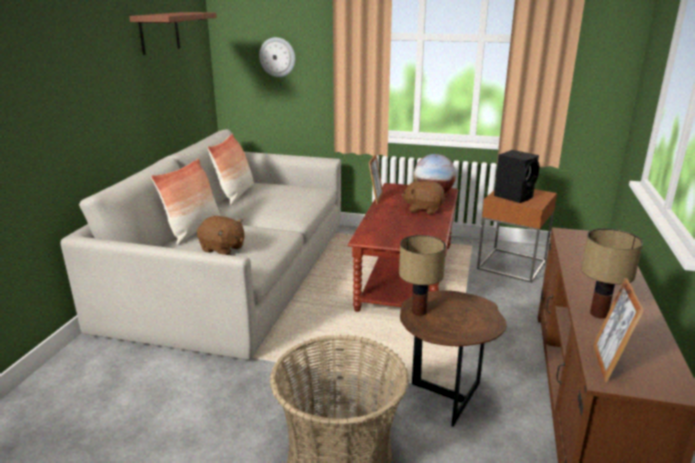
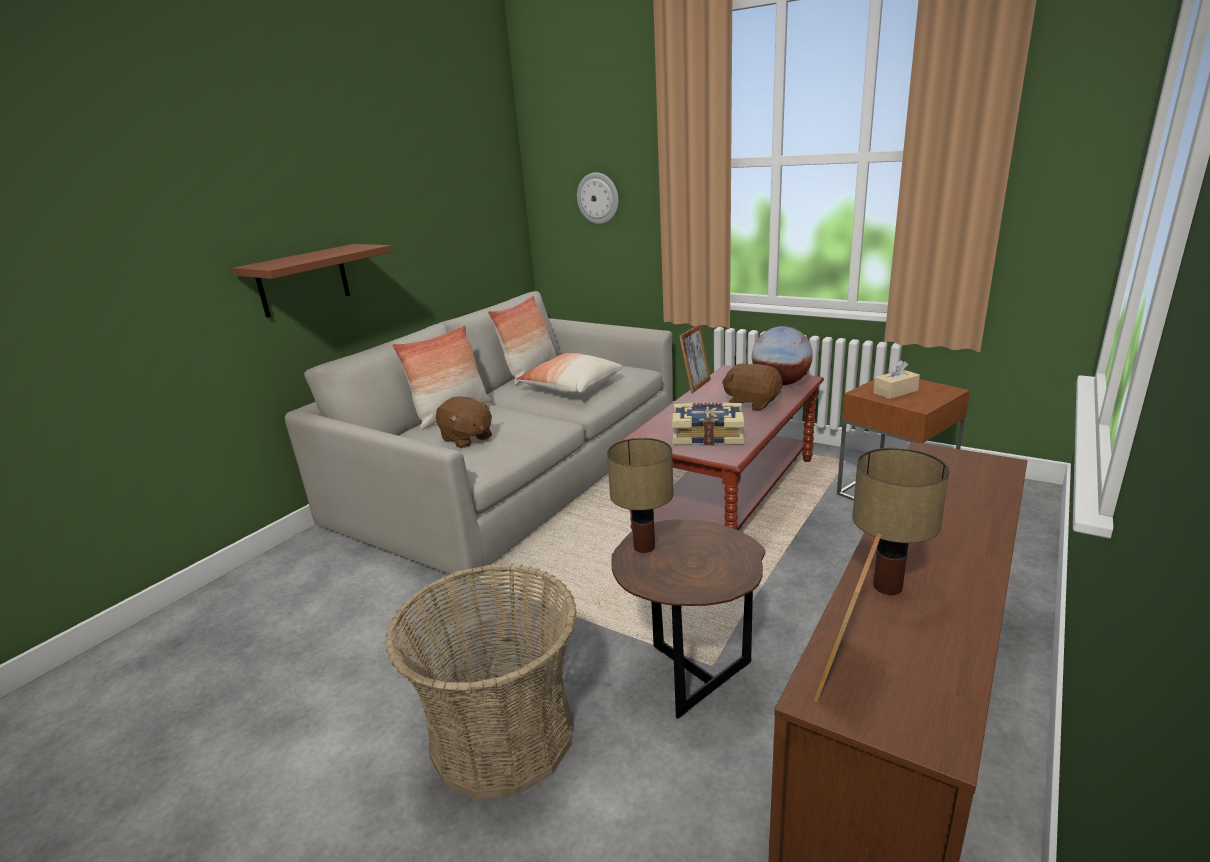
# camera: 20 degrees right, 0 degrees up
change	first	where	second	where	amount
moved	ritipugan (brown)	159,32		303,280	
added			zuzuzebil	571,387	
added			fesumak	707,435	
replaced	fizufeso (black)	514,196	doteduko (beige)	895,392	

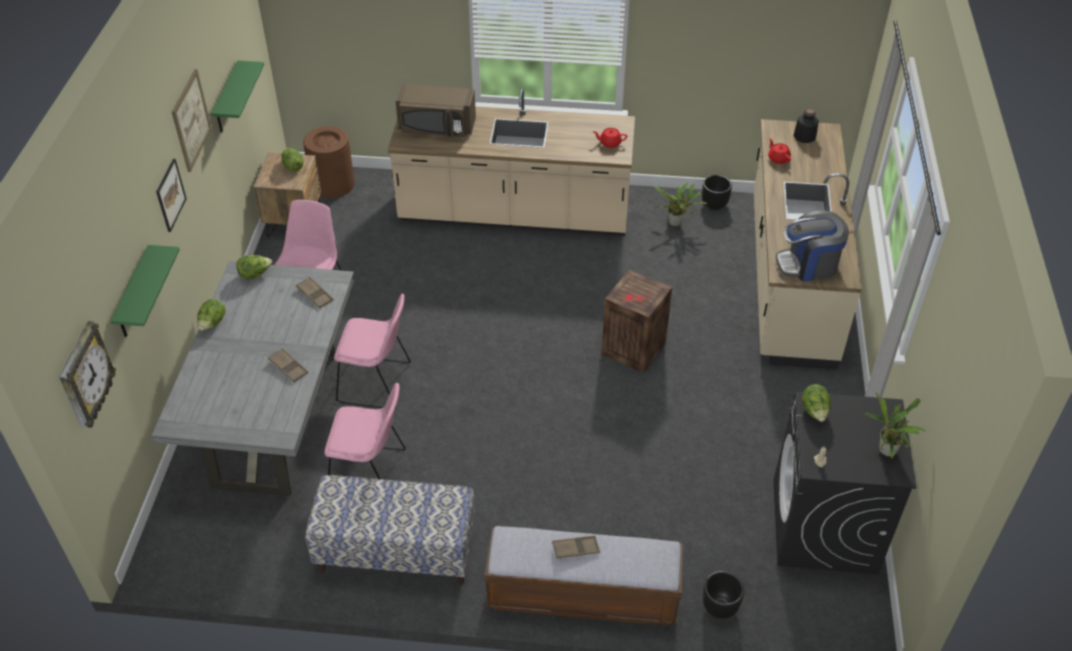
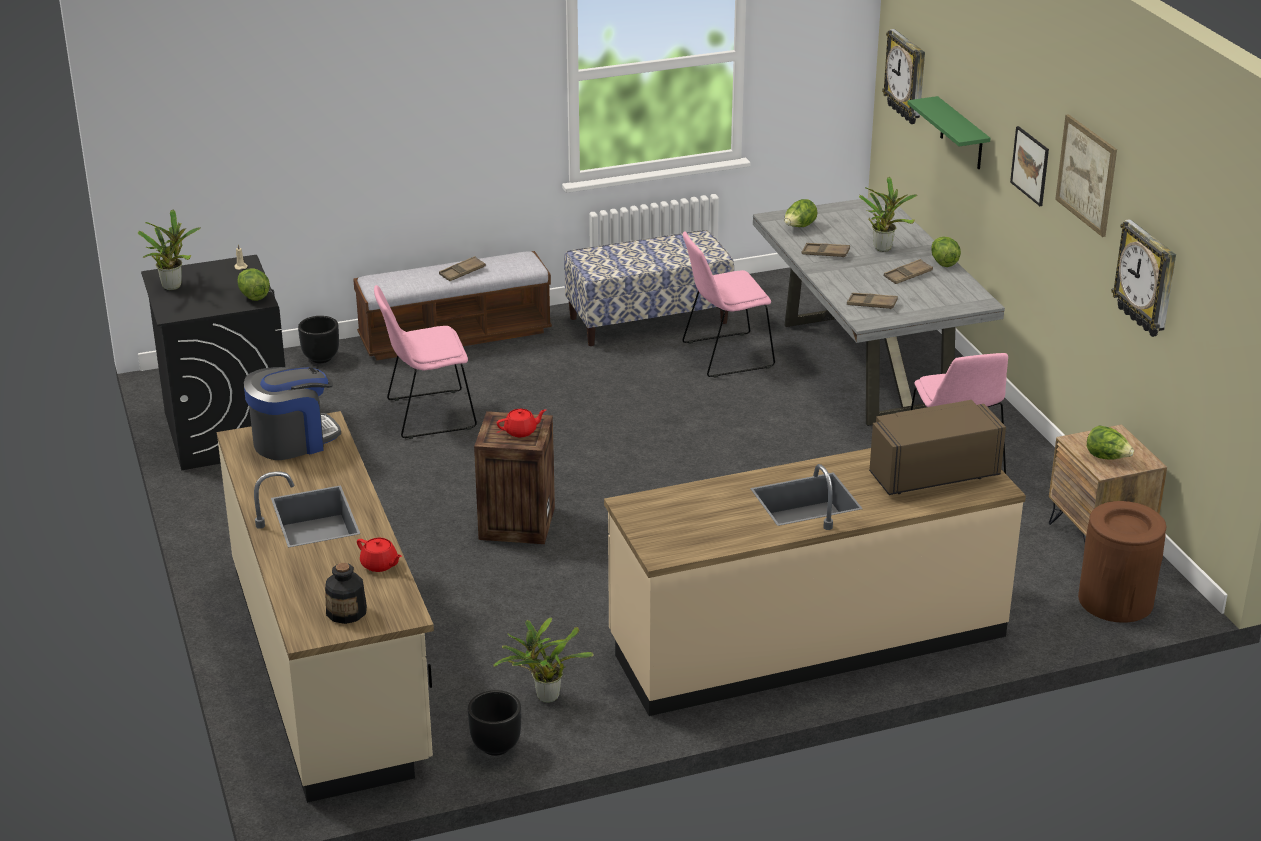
# camera: 155 degrees right, 15 degrees down
change	first	where	second	where	amount
moved	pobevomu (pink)	377,383		427,415	
moved	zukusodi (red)	609,143		521,431	
moved	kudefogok	255,274		799,227	
added			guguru	883,247	
added			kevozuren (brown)	908,275	
replaced	ritipugan (green)	227,99	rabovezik	1147,279	

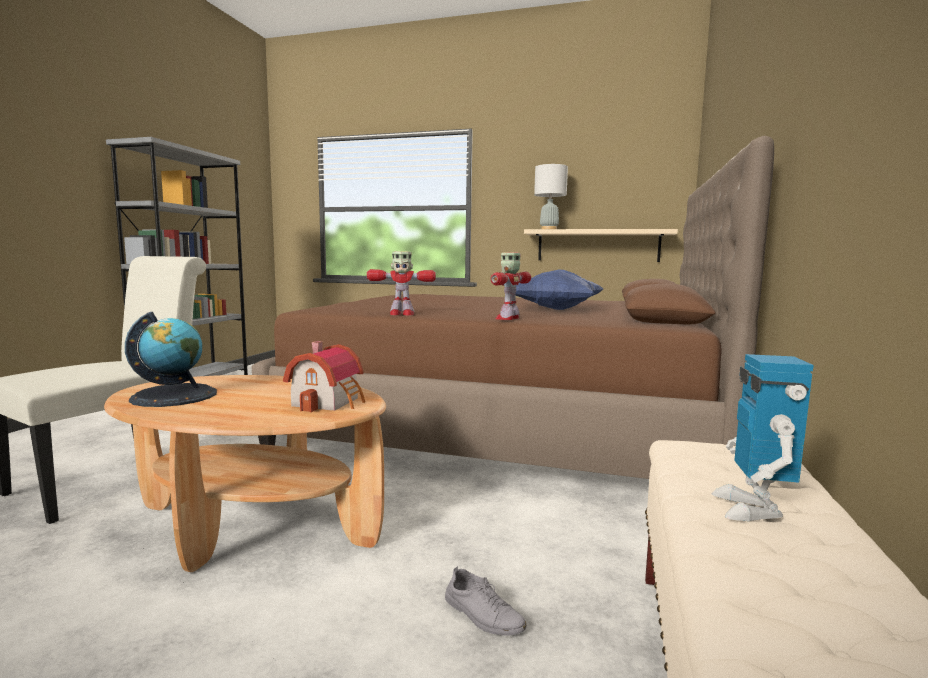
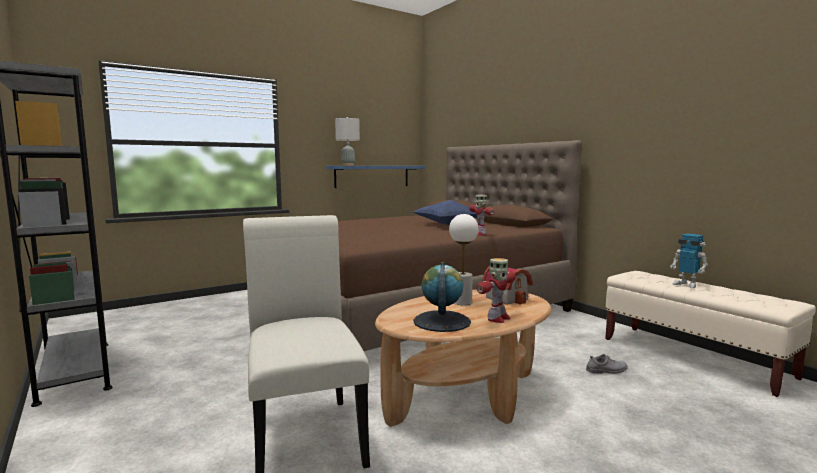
# camera: 50 degrees left, 0 degrees up
change	first	where	second	where	amount
recoloured	ritipugan (beige)	598,246	ritipugan (blue)	372,176	
added			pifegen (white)	462,302	
moved	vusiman	401,314		497,319	

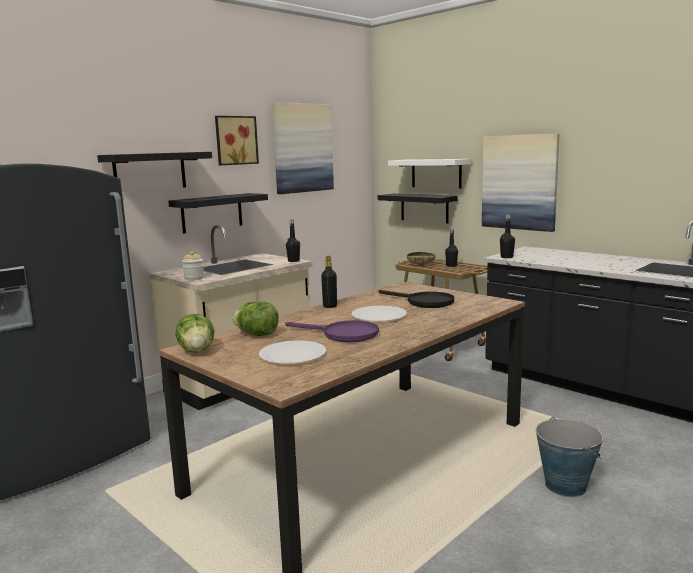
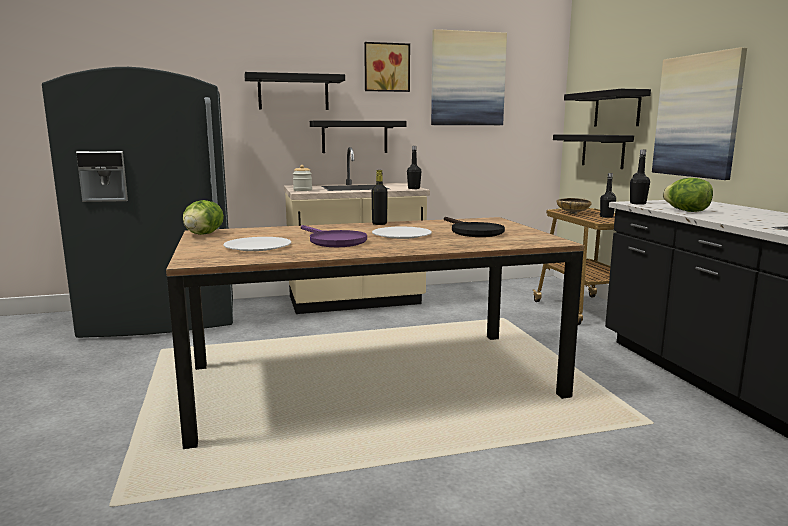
# camera: 30 degrees right, 0 degrees up
change	first	where	second	where	amount
recoloured	ritipugan (white)	436,173	ritipugan (black)	617,109	
moved	kudefogok	257,335		686,211	
removed	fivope	565,485			

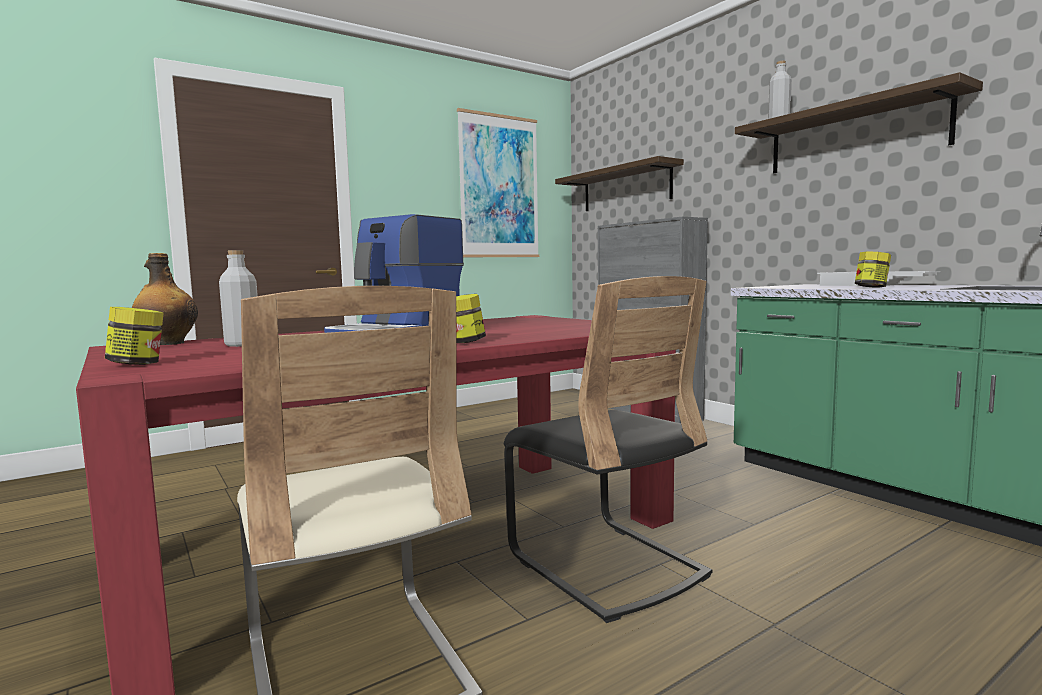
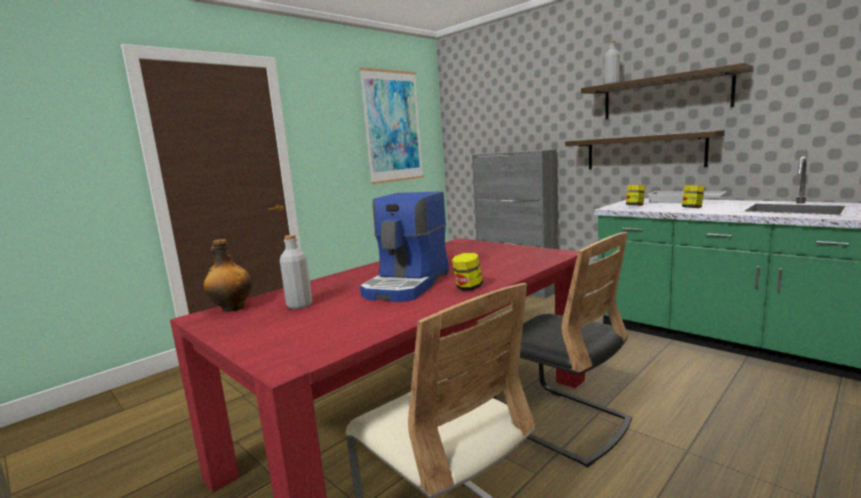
# camera: 10 degrees left, 5 degrees up
change	first	where	second	where	amount
moved	ritipugan	626,188		643,152	
moved	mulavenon	137,364		635,206	

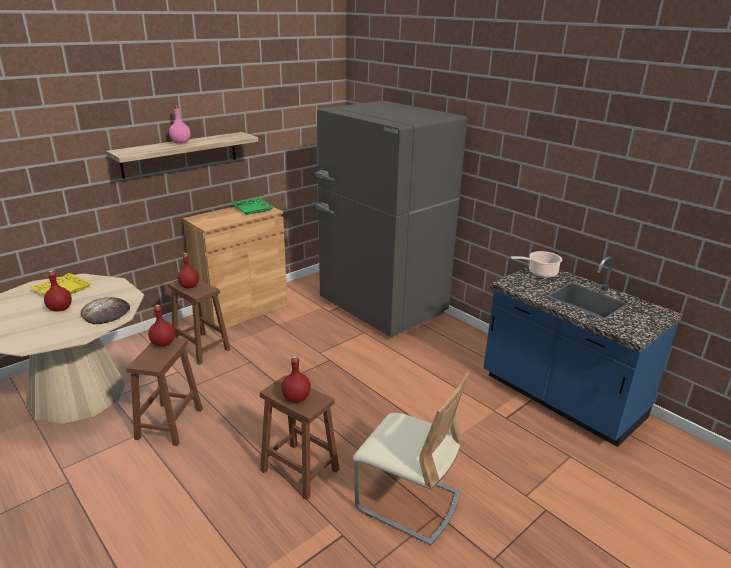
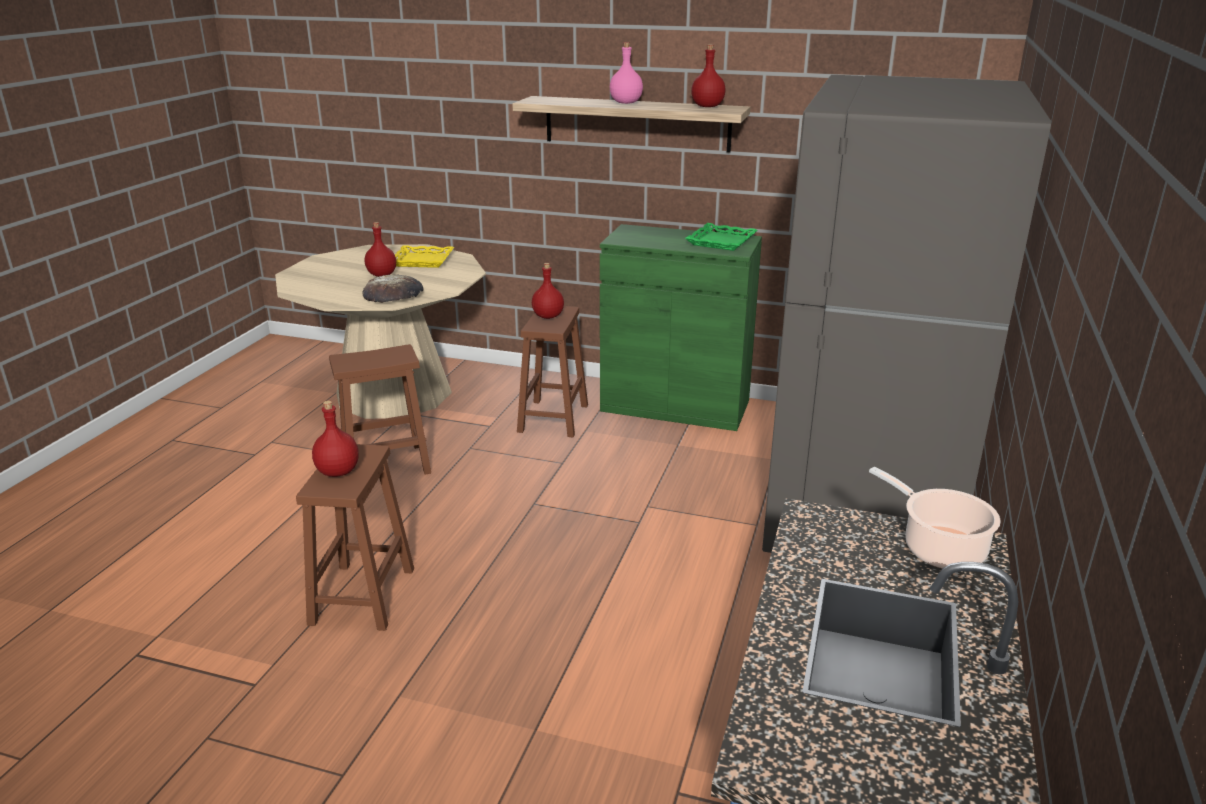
# camera: 60 degrees right, 0 degrees up
change	first	where	second	where	amount
recoloured	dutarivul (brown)	242,310	dutarivul (green)	675,406	
moved	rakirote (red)	163,343		706,106	
removed	pobevomu (beige)	408,501			

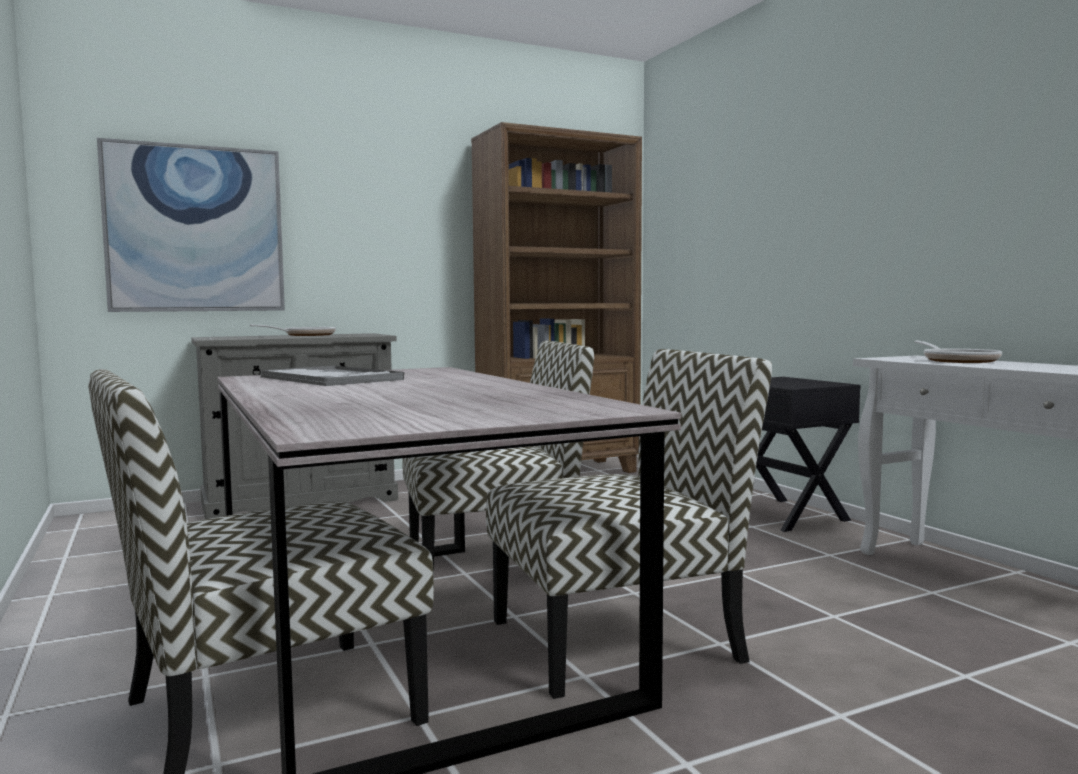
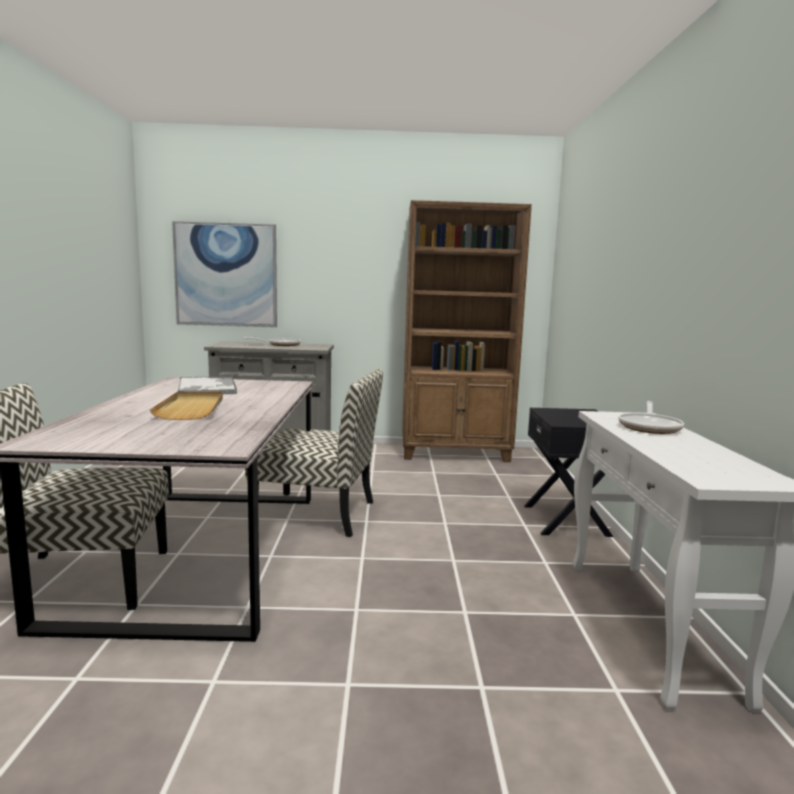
# camera: 25 degrees right, 5 degrees up
change	first	where	second	where	amount
added			kevozuren (beige)	191,408	
removed	pobevomu	618,639			

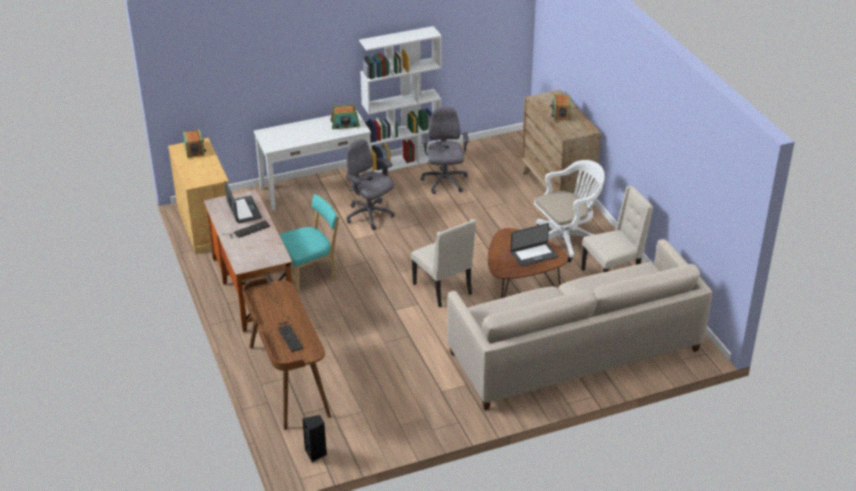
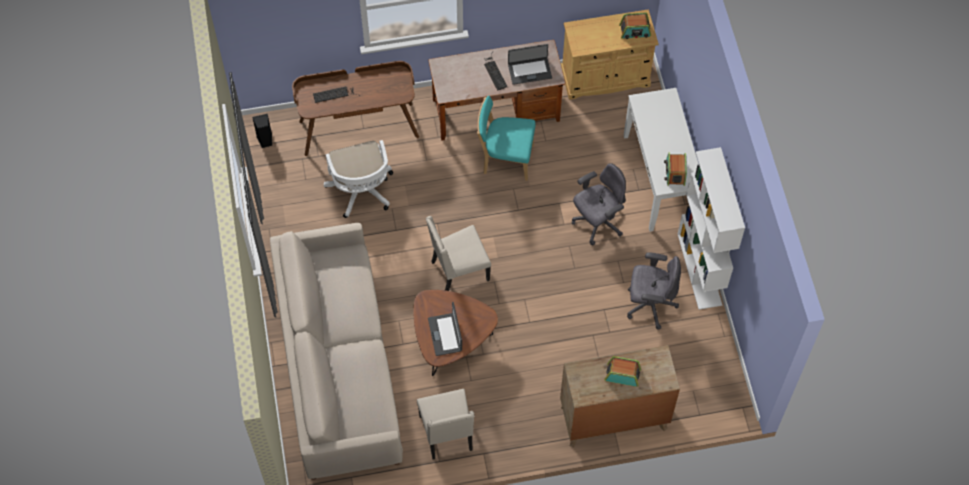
# camera: 100 degrees right, 25 degrees up
change	first	where	second	where	amount
moved	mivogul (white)	566,240		361,192	
turned	pobevomu (turquoise)	310,275		505,159	120 degrees clockwise

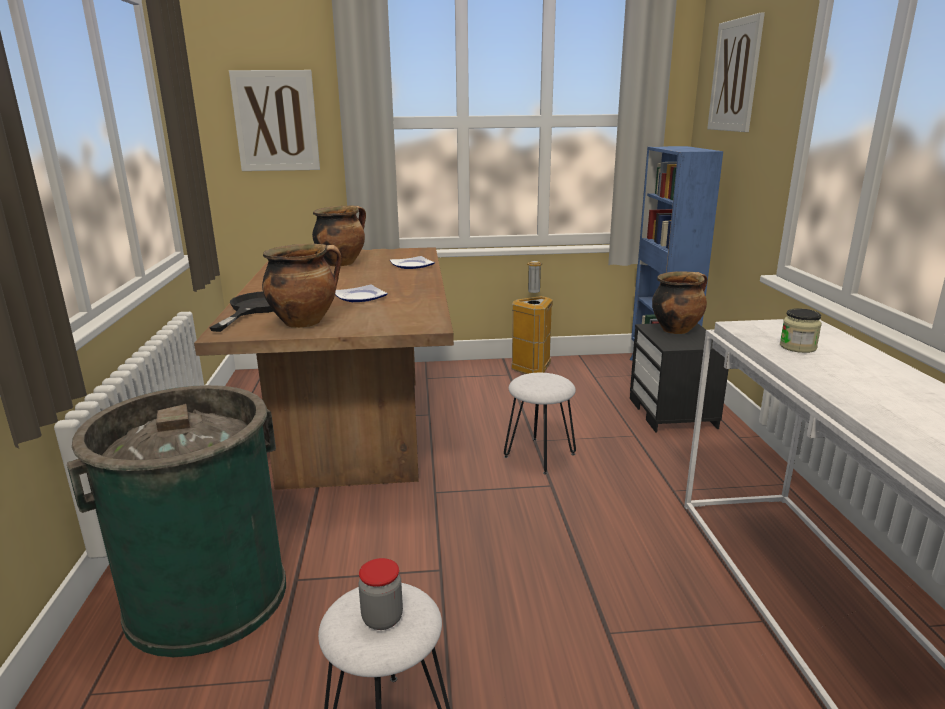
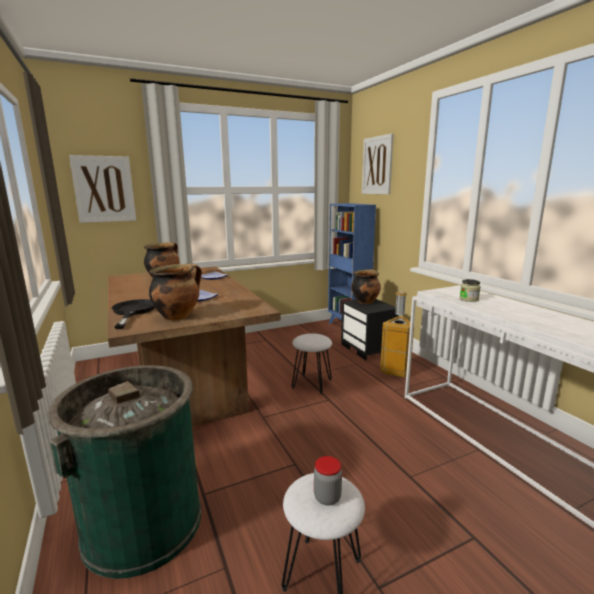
# camera: 20 degrees left, 5 degrees down
change	first	where	second	where	amount
moved	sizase	533,369		396,371	

